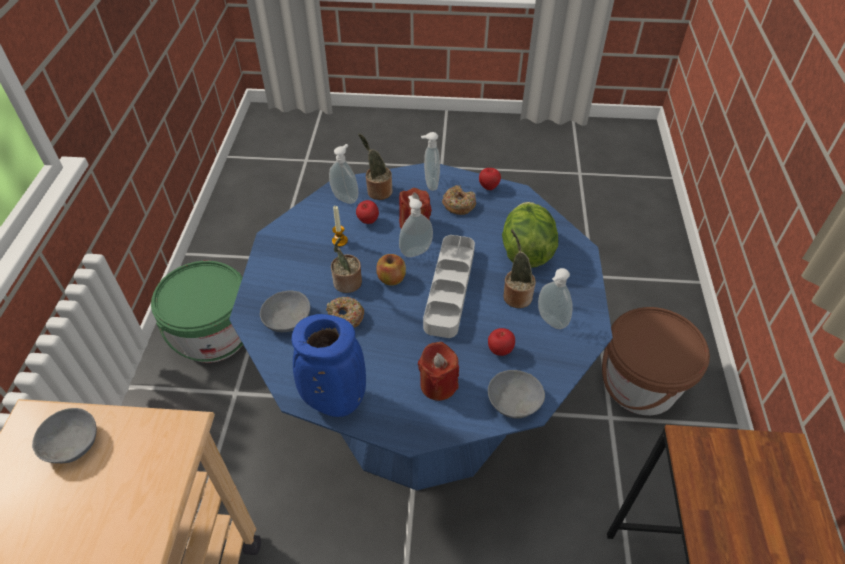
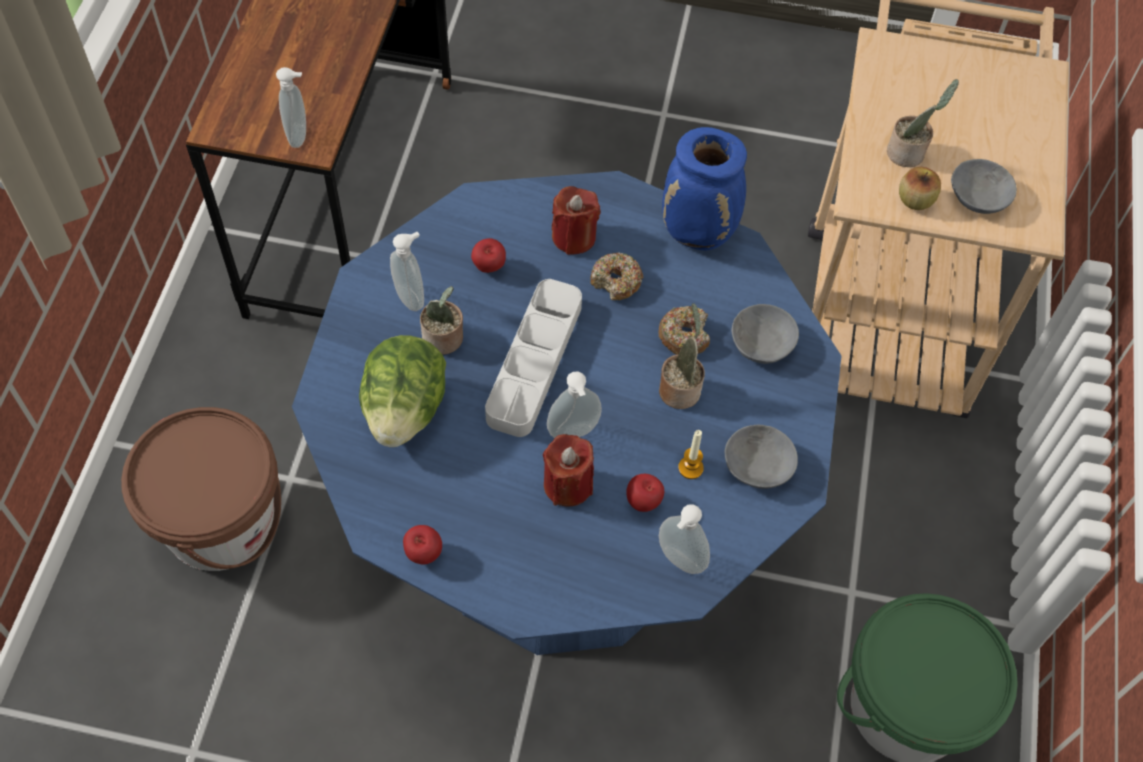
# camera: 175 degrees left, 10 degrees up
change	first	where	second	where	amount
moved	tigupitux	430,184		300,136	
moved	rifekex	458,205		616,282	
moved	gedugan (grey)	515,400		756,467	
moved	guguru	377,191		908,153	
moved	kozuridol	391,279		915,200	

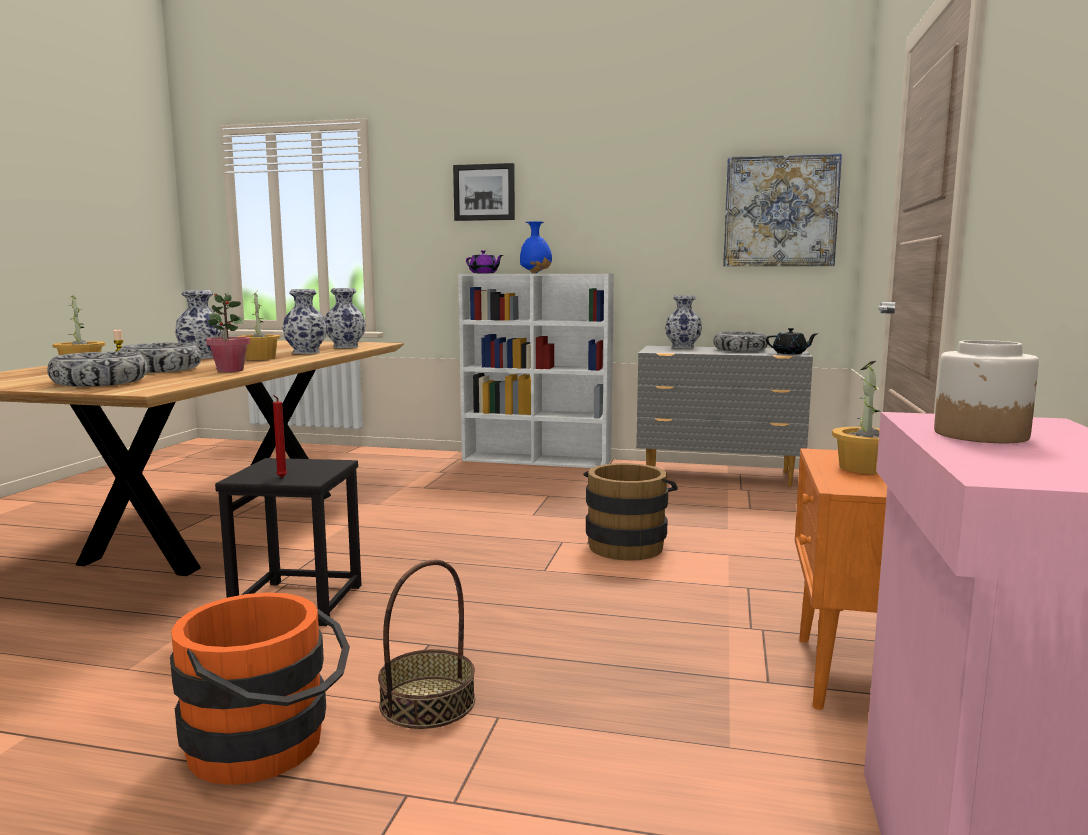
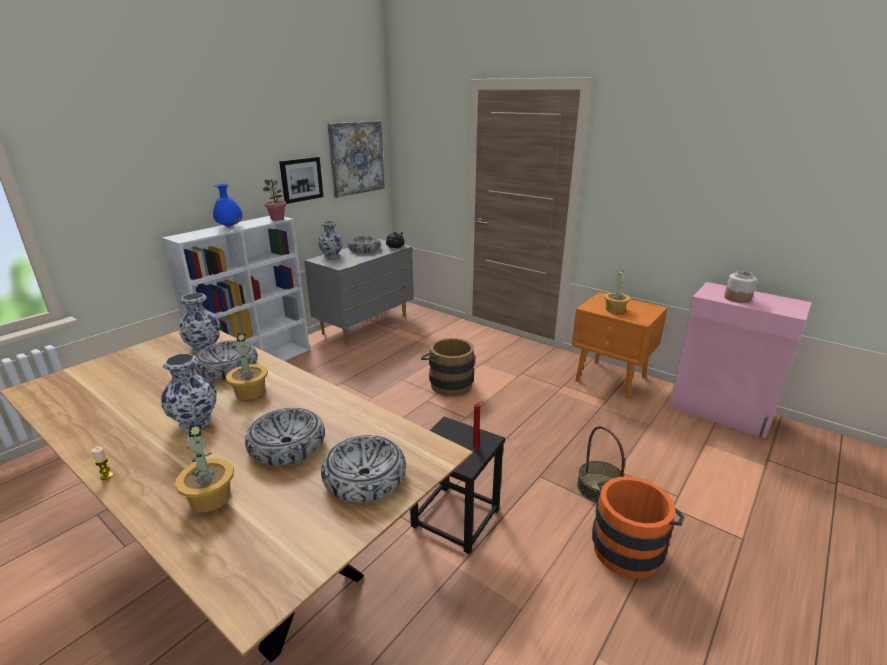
# camera: 65 degrees left, 15 degrees up
change	first	where	second	where	amount
replaced	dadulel	307,352	gedugan	228,368	
moved	guguru	230,370		277,219	
moved	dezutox	484,192		301,179	
removed	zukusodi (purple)	484,273			

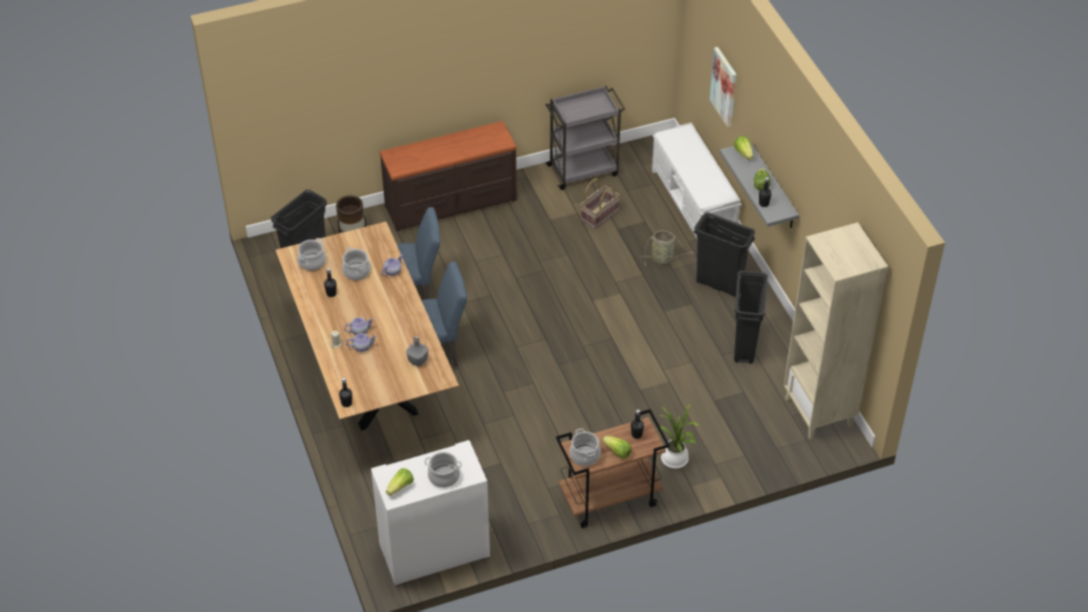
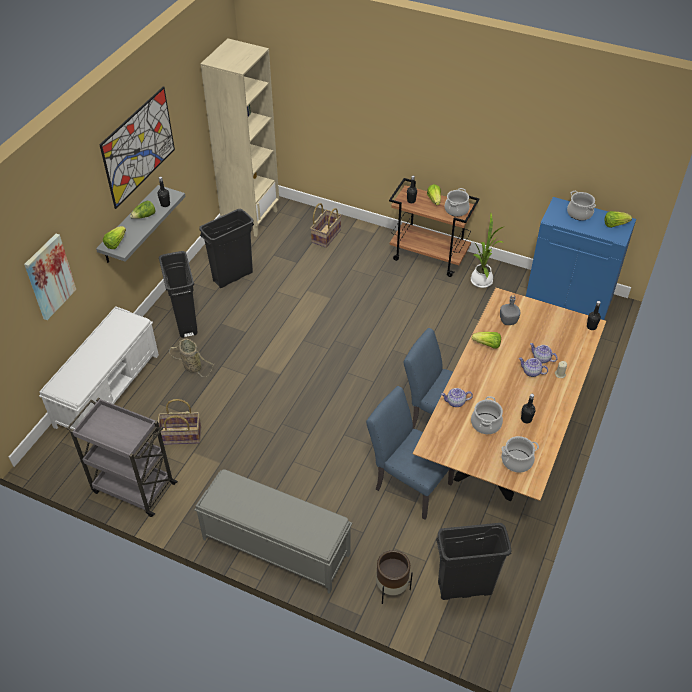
# camera: 135 degrees left, 0 degrees up
change	first	where	second	where	amount
added			dezutox	139,147	
replaced	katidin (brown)	451,204	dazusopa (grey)	275,546	
added			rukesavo	325,236	
moved	guguru	675,460		482,280	
added			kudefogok	487,345	
recoloured	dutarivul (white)	434,552	dutarivul (blue)	569,298	

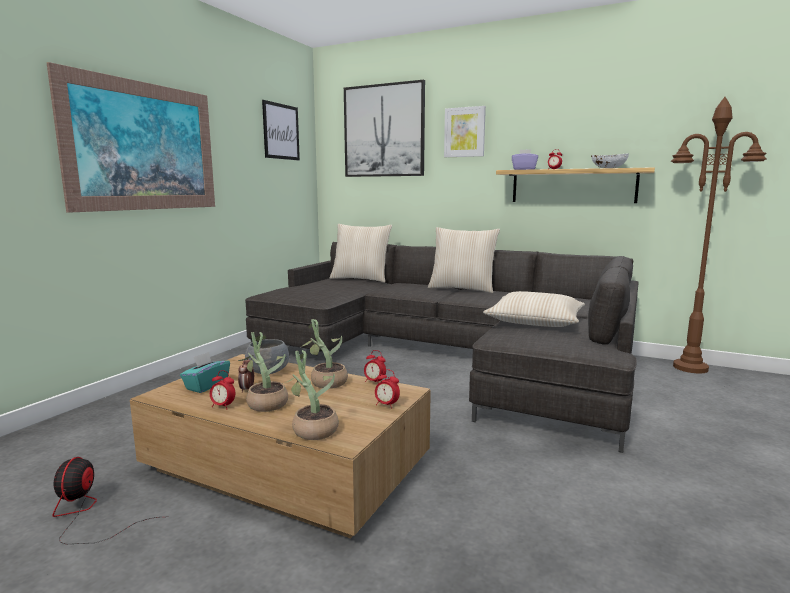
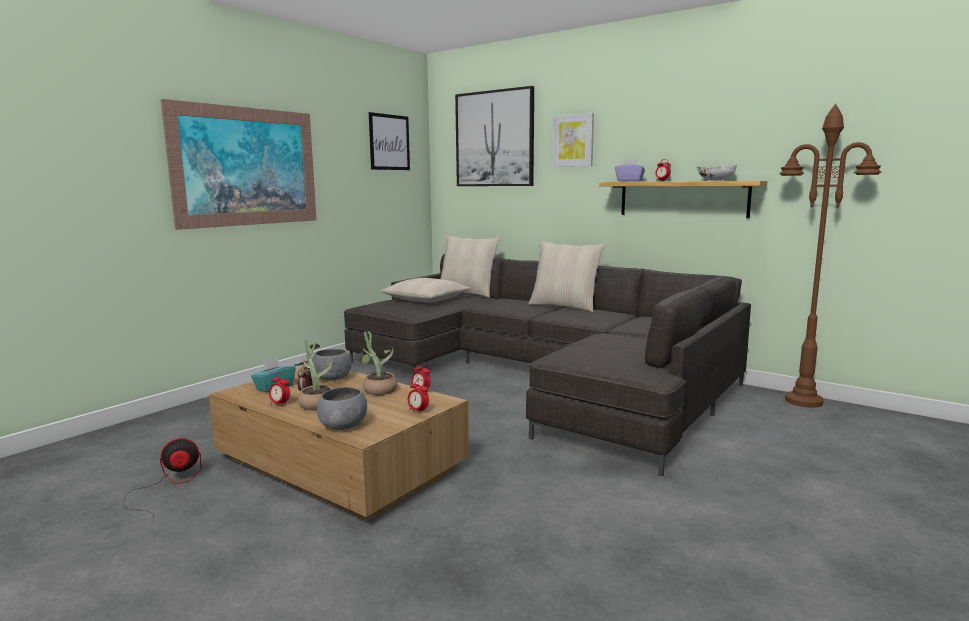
# camera: 10 degrees right, 0 degrees up
change	first	where	second	where	amount
turned	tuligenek	87,514		168,486	60 degrees clockwise
replaced	guguru	311,429	gedugan (grey)	342,426	
moved	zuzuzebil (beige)	535,321		426,299	

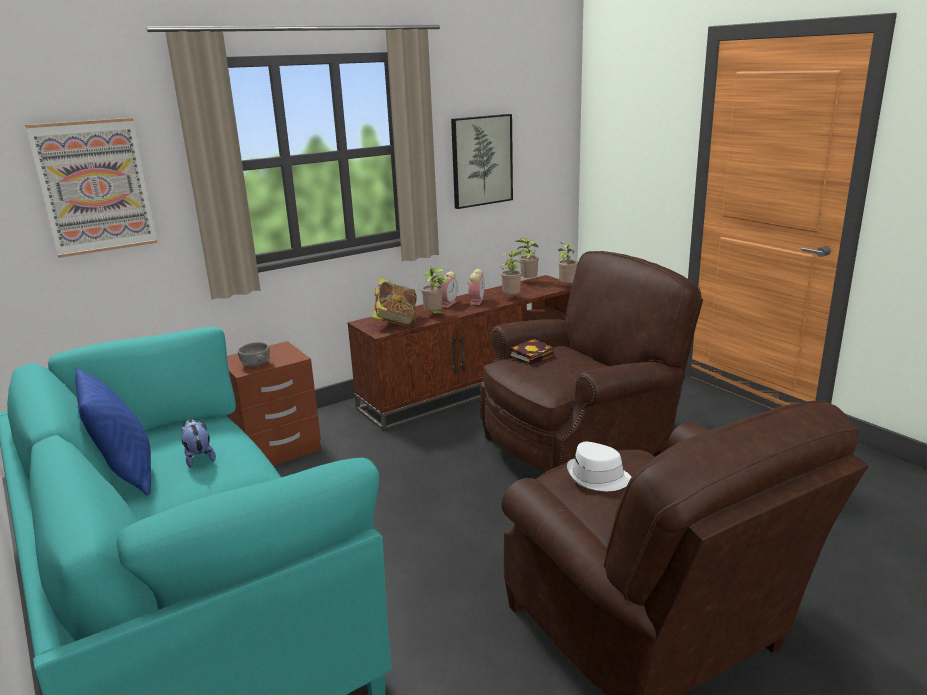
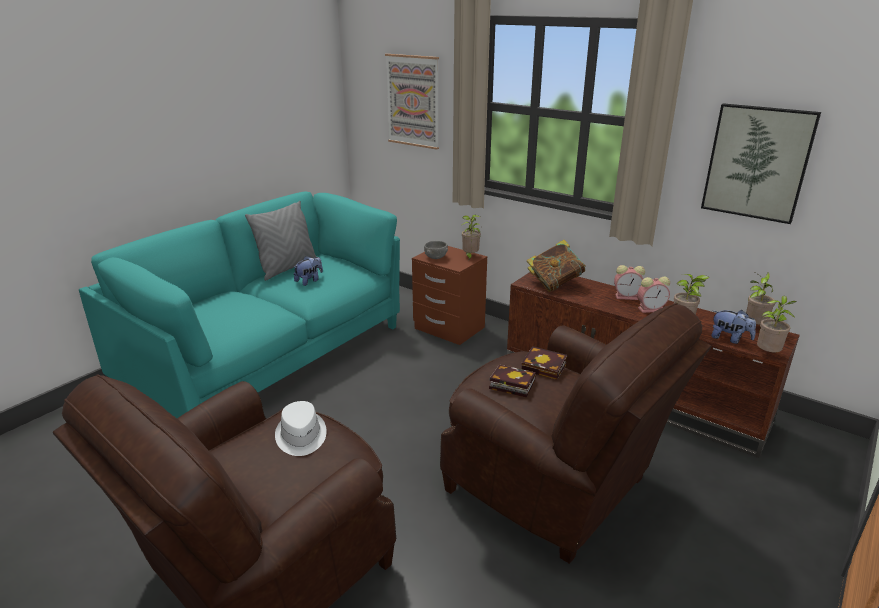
# camera: 70 degrees right, 5 degrees up
change	first	where	second	where	amount
recoloured	zuzuzebil (blue)	126,474	zuzuzebil (grey)	287,268	
moved	guguru	434,315		470,256	
added			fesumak	509,384	
added			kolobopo	729,339	

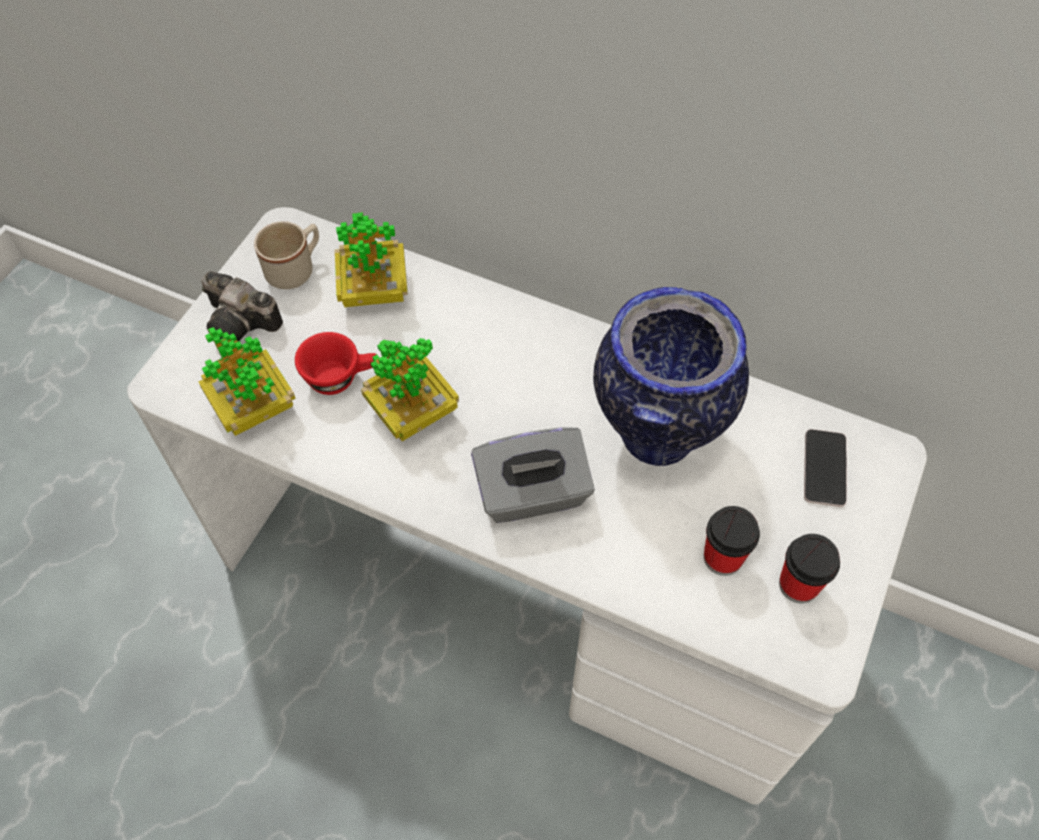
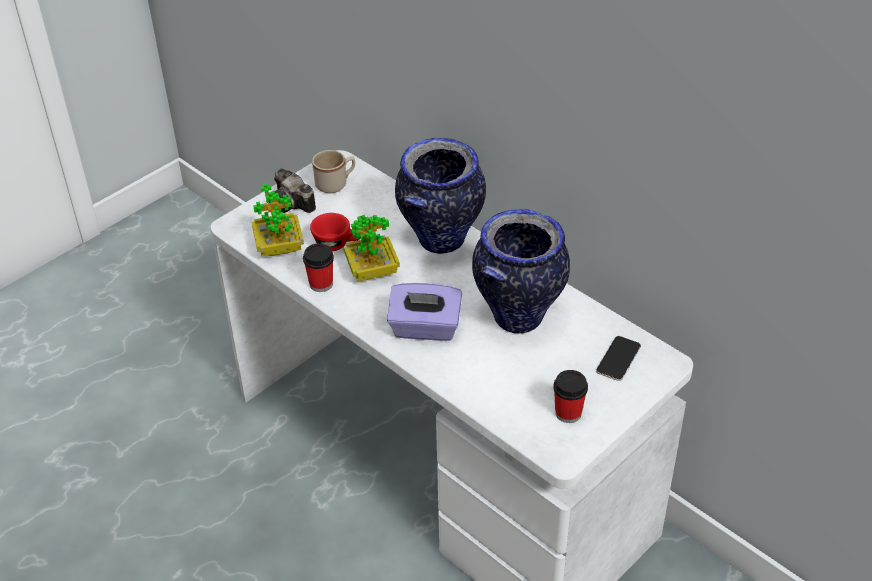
# camera: 20 degrees right, 15 degrees down
change	first	where	second	where	amount
moved	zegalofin	722,558		321,284	
recoloured	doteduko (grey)	532,494	doteduko (purple)	425,328	
added			dadulel	441,241	
removed	guguru	374,290			

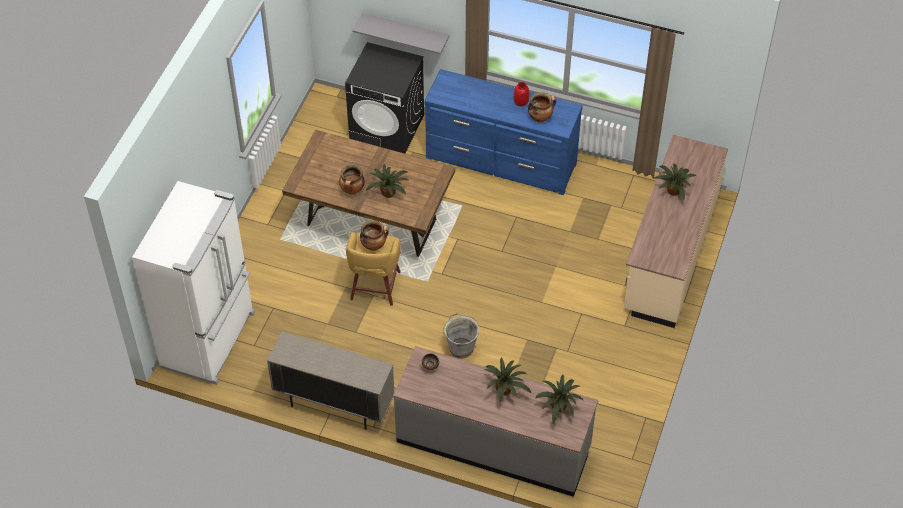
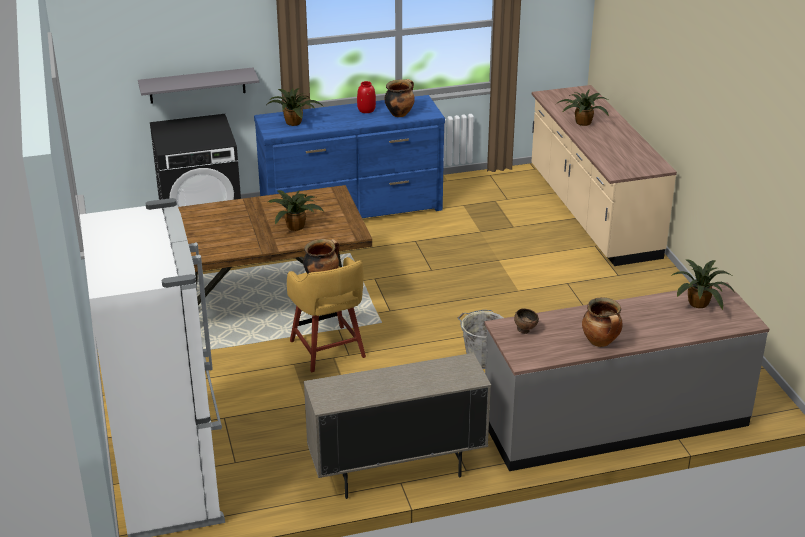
# camera: 35 degrees left, 20 degrees down
change	first	where	second	where	amount
moved	guguru	505,389		295,122	
moved	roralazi	352,191		601,342	

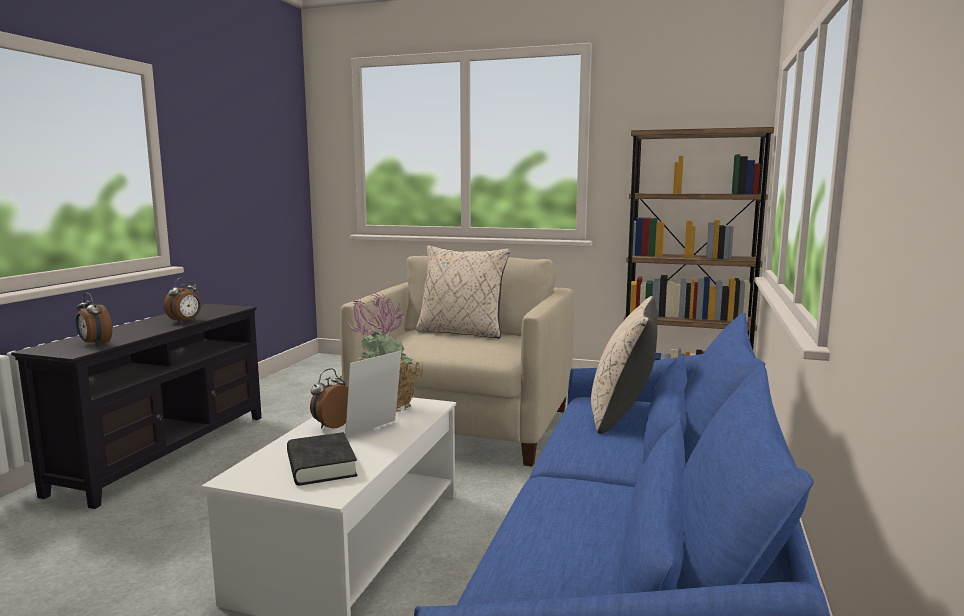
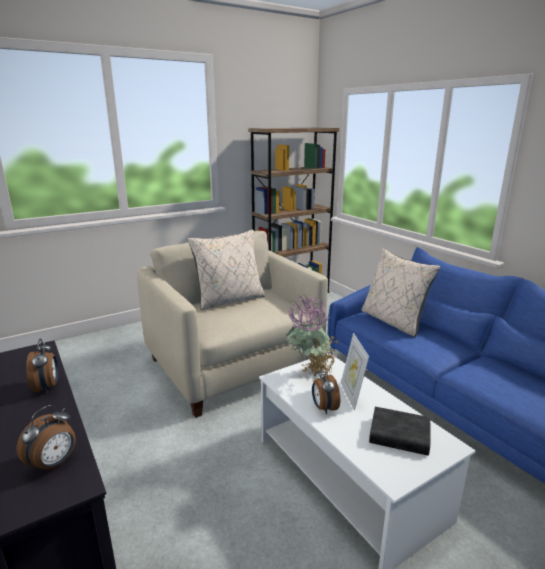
# camera: 50 degrees left, 10 degrees up
change	first	where	second	where	amount
turned	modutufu	94,343		54,463	45 degrees counterclockwise

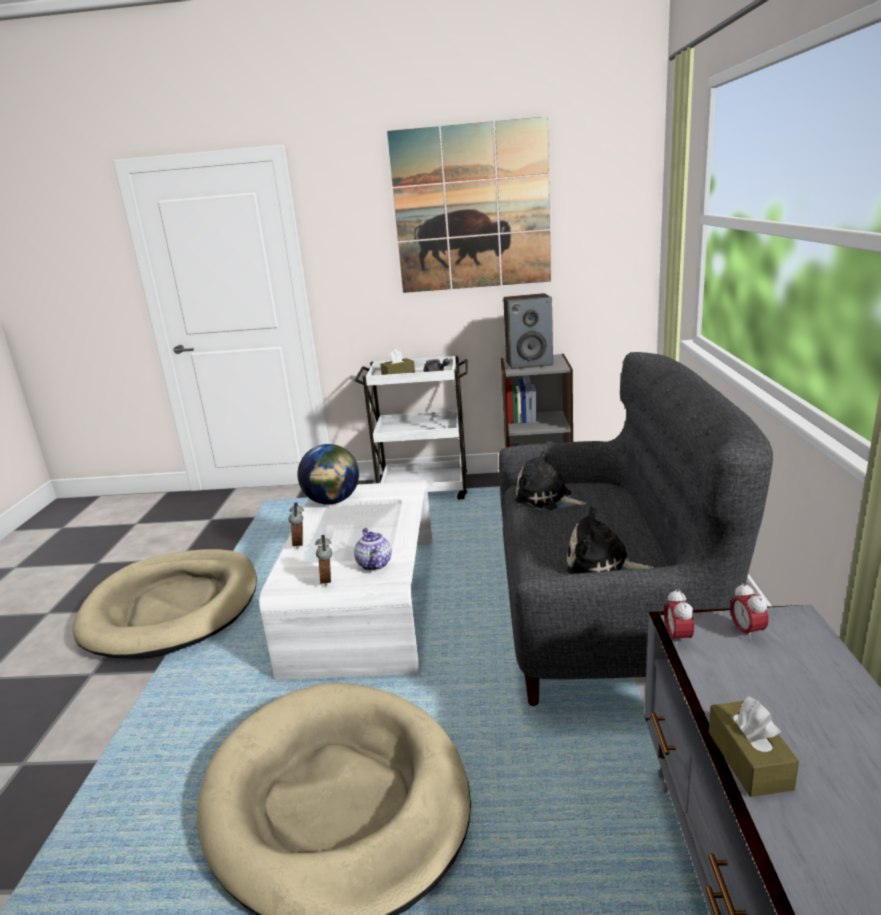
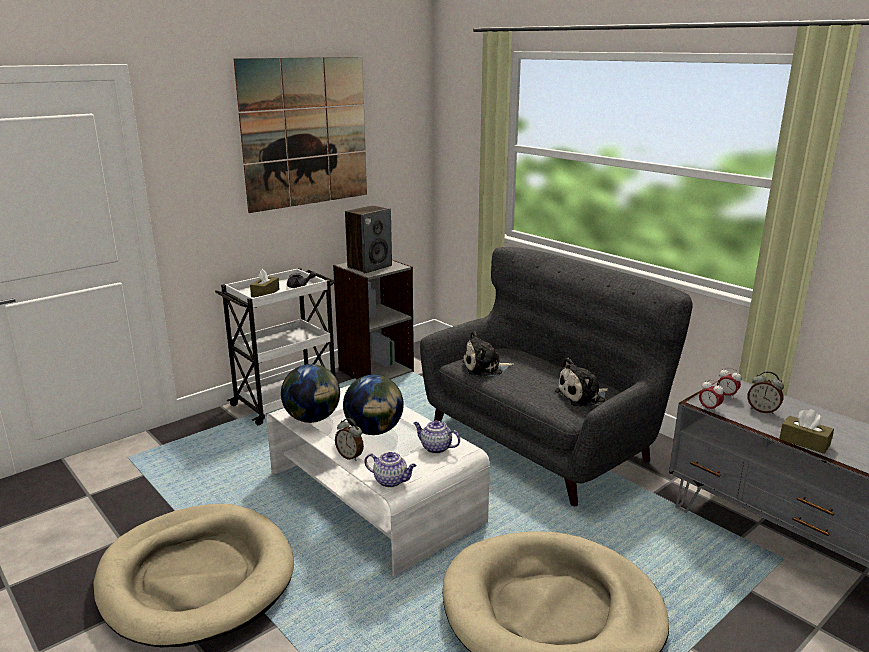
# camera: 45 degrees left, 0 degrees up
change	first	where	second	where	amount
added			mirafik	374,431	
added			zukusodi	391,481	
moved	modutufu	328,580		762,410	

